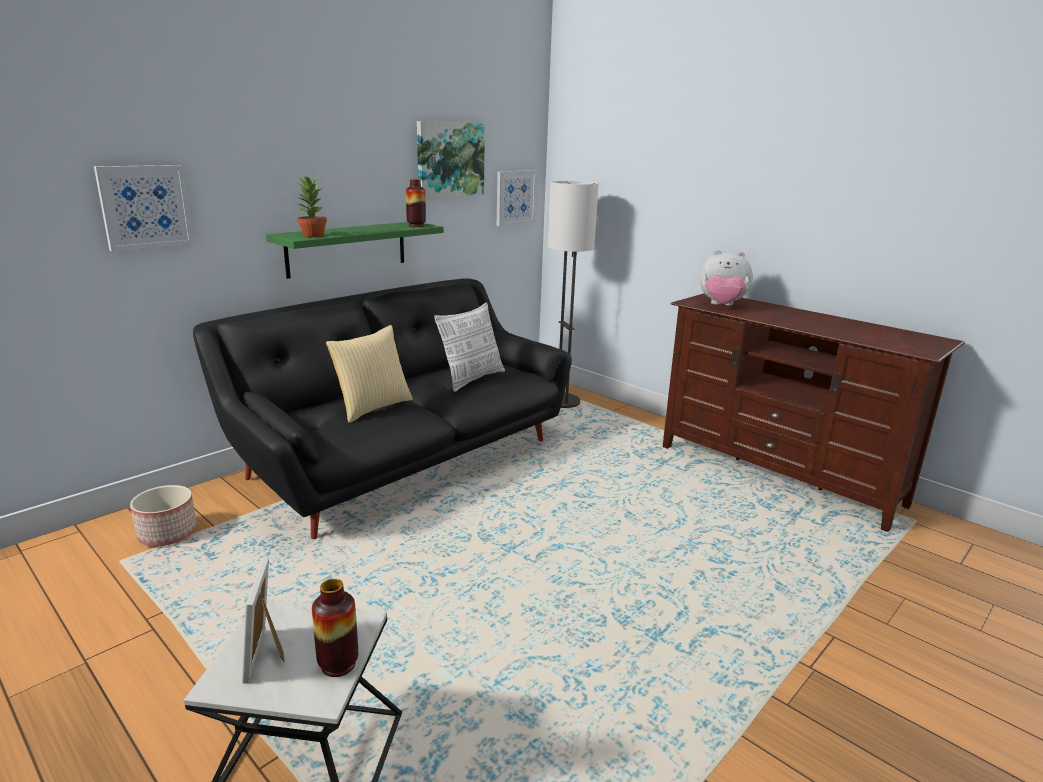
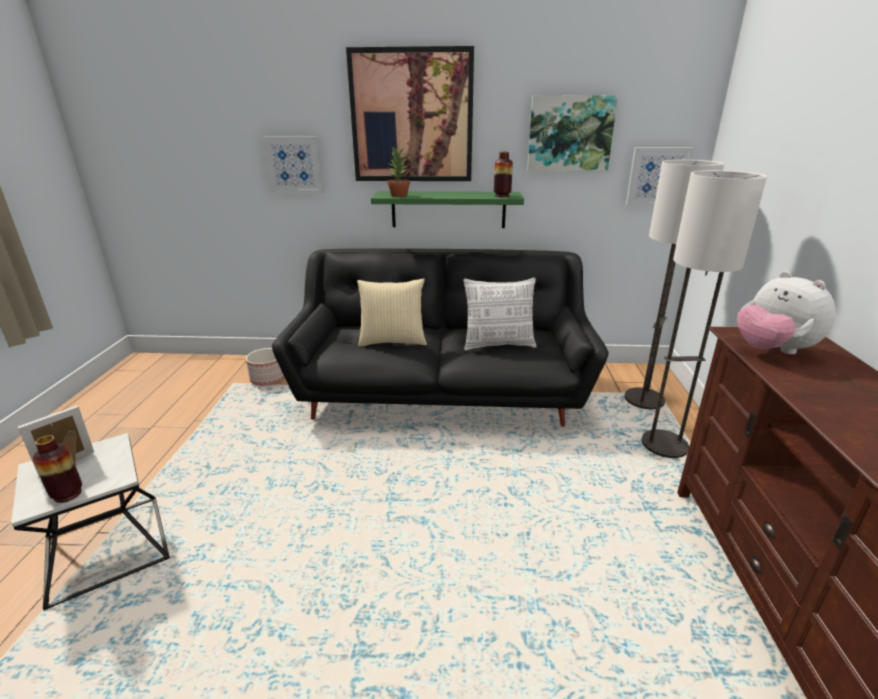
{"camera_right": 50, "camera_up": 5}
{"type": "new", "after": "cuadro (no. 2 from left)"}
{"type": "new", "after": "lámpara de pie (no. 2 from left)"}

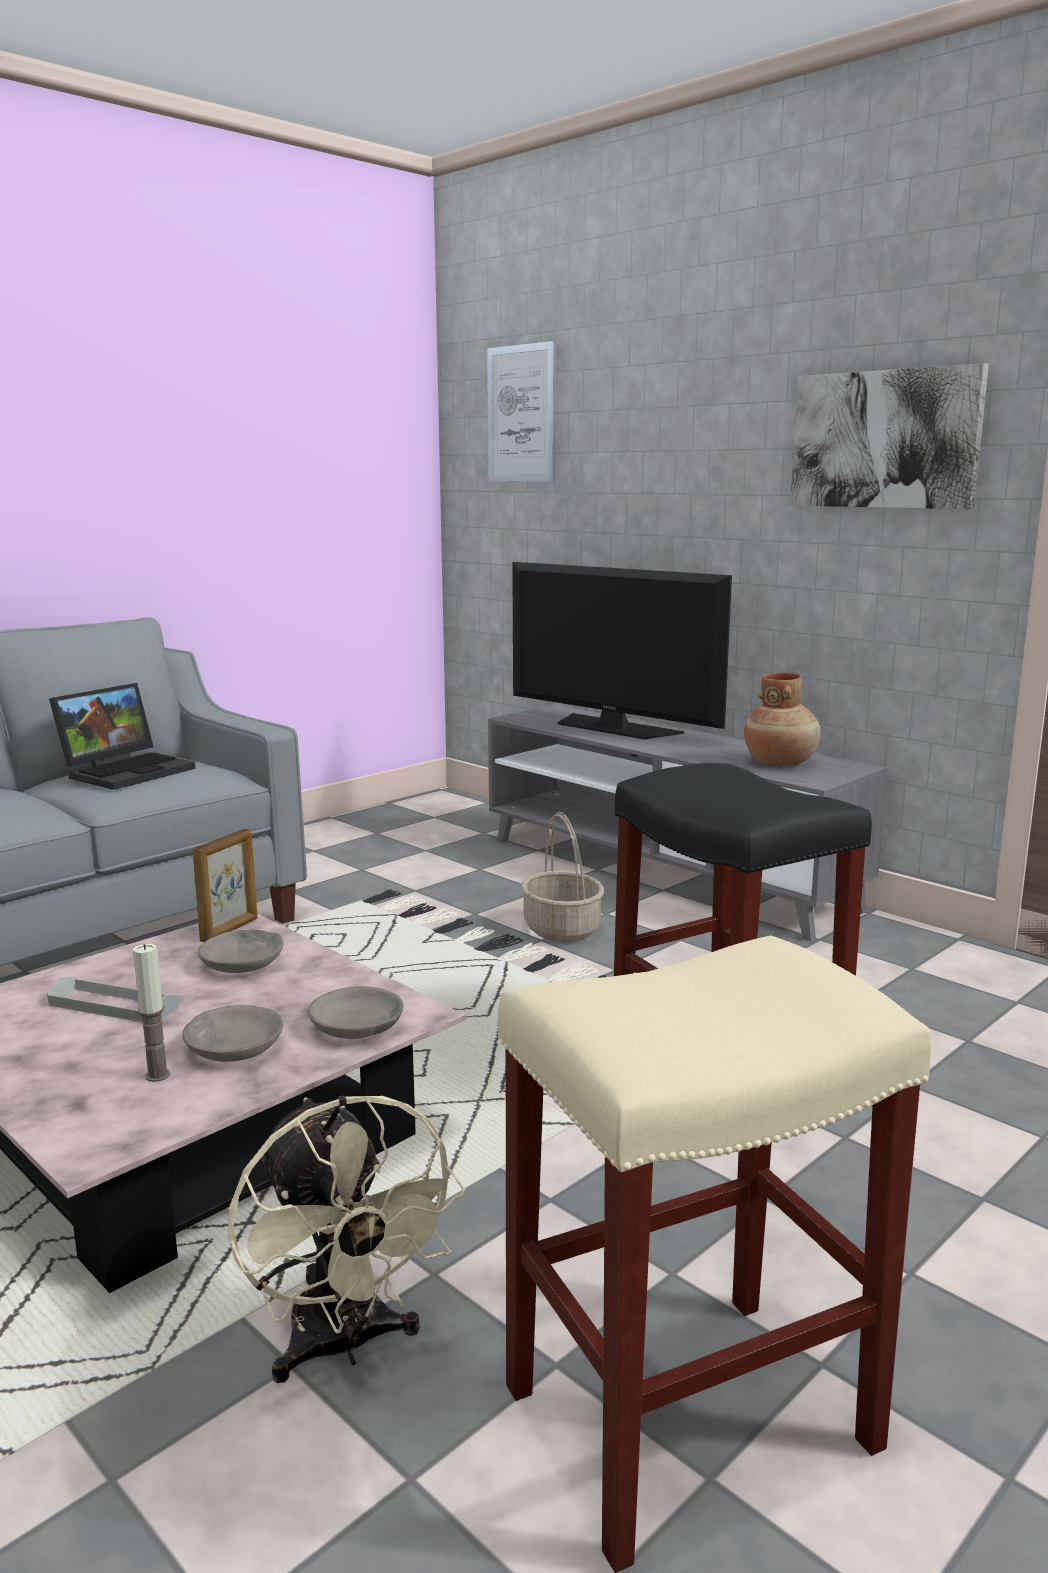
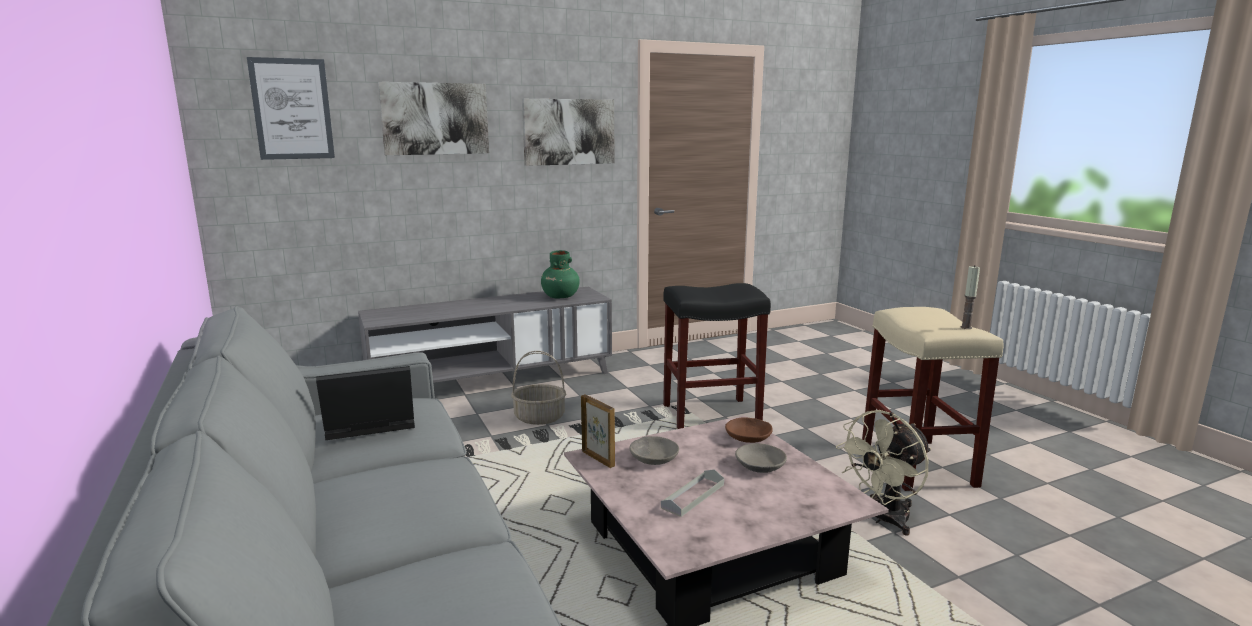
{"camera_right": -70, "camera_up": 0}
{"type": "rotated", "before": "portátil", "turn": -75}
{"type": "shifted", "before": "vela"}
{"type": "rotated", "before": "ventilador (beis)", "turn": 150}
{"type": "repainted", "before": "cuenco (gris) (no. 3 from left)", "after": "cuenco (marrón)"}
{"type": "gone", "before": "televisor"}
{"type": "repainted", "before": "florero (marrón)", "after": "florero (verde)"}
{"type": "new", "after": "cuadro (no. 2 from left)"}

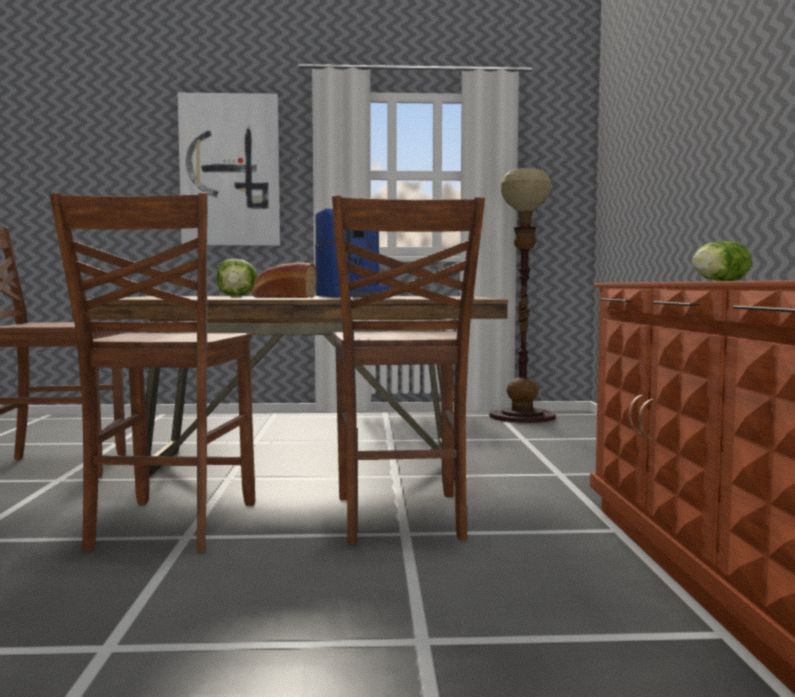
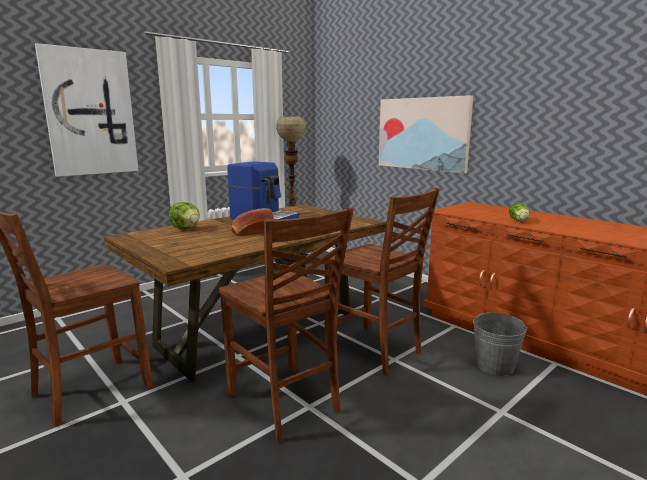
{"camera_right": -40, "camera_up": 10}
{"type": "new", "after": "cuadro (no. 2 from left)"}
{"type": "new", "after": "cubo (gris)"}

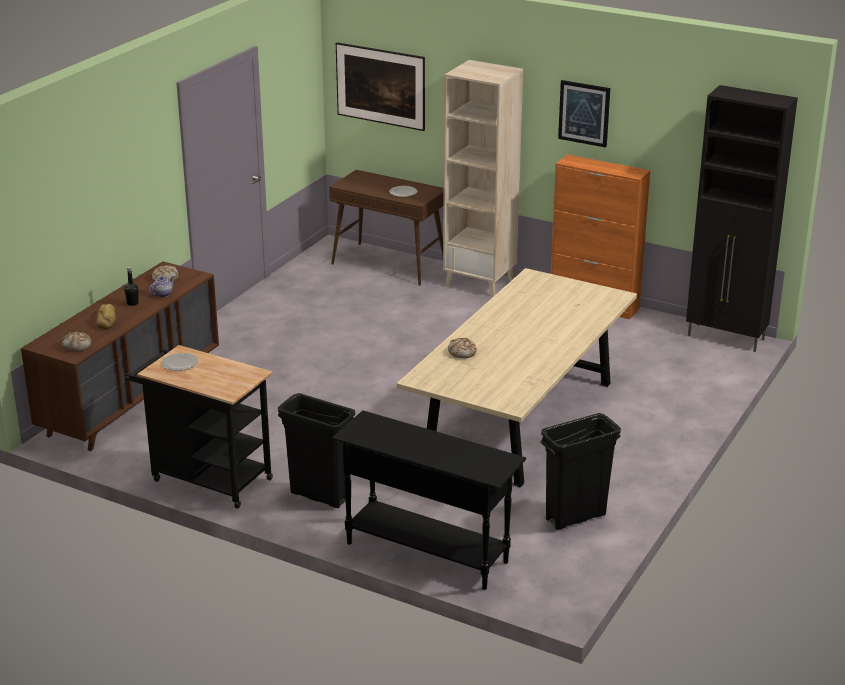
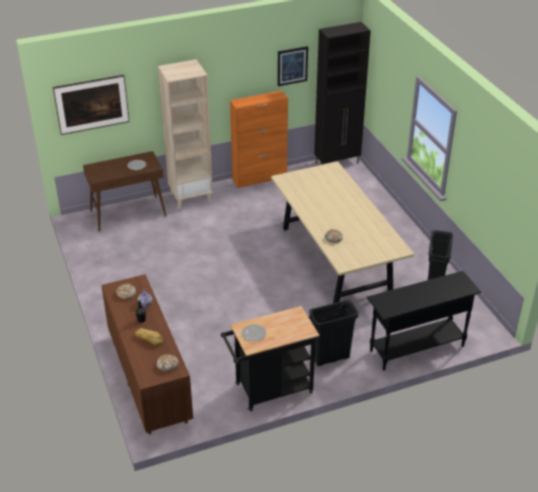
{"camera_right": -50, "camera_up": 10}
{"type": "shifted", "before": "cuadro (no. 2 from left)"}

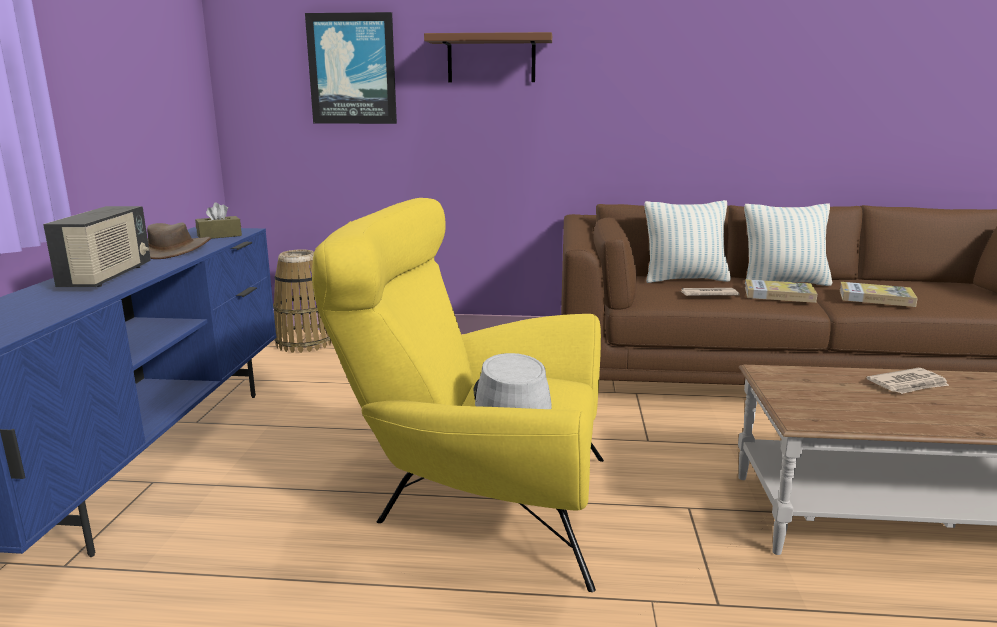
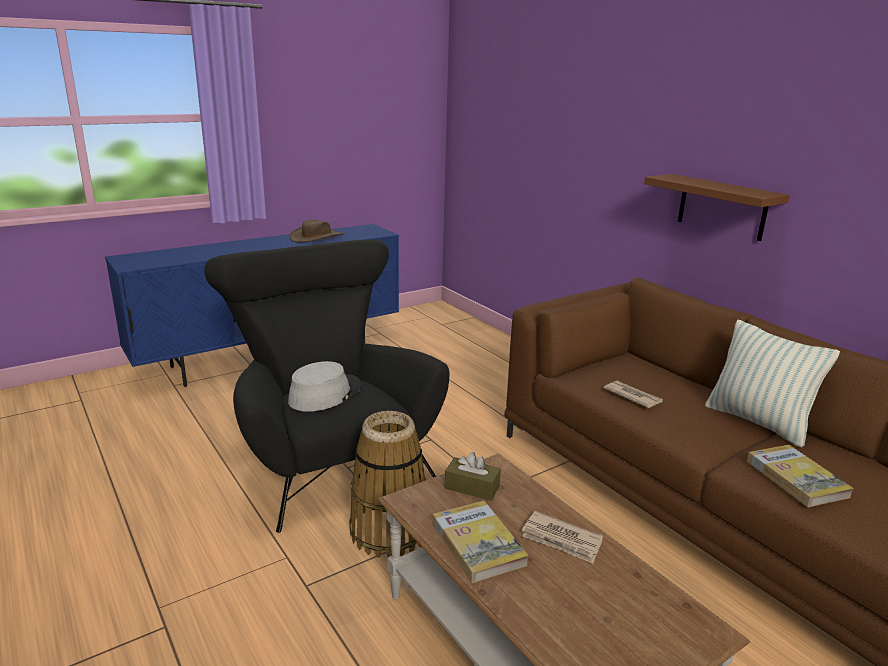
{"camera_right": 50, "camera_up": 5}
{"type": "gone", "before": "radio"}
{"type": "shifted", "before": "caja de pañuelos (marrón)"}
{"type": "shifted", "before": "cesta"}
{"type": "gone", "before": "cuadro"}
{"type": "repainted", "before": "sillón (amarillo)", "after": "sillón (negro)"}
{"type": "shifted", "before": "estante (marrón)"}
{"type": "gone", "before": "cojín (no. 1 from left)"}
{"type": "shifted", "before": "libro (no. 1 from left)"}

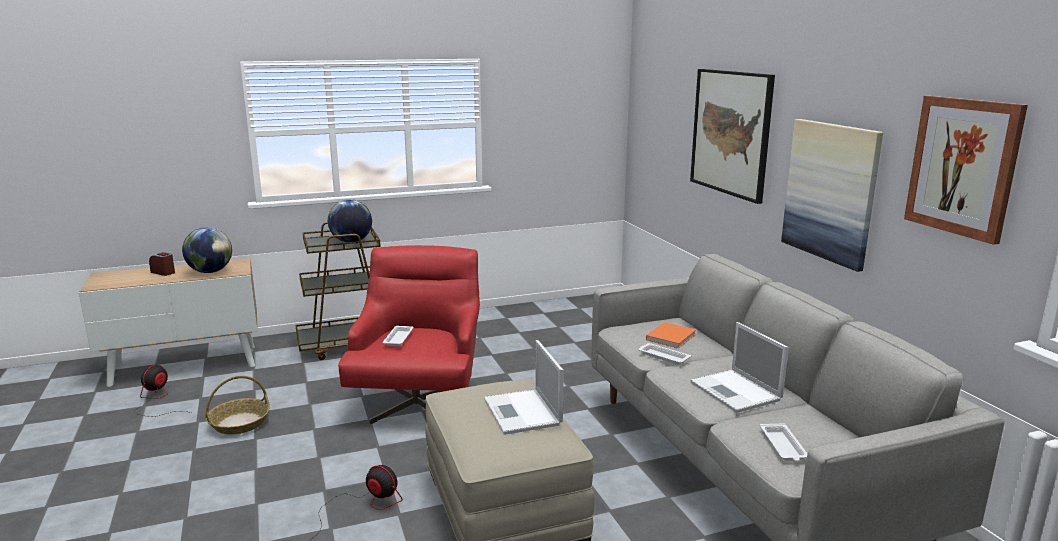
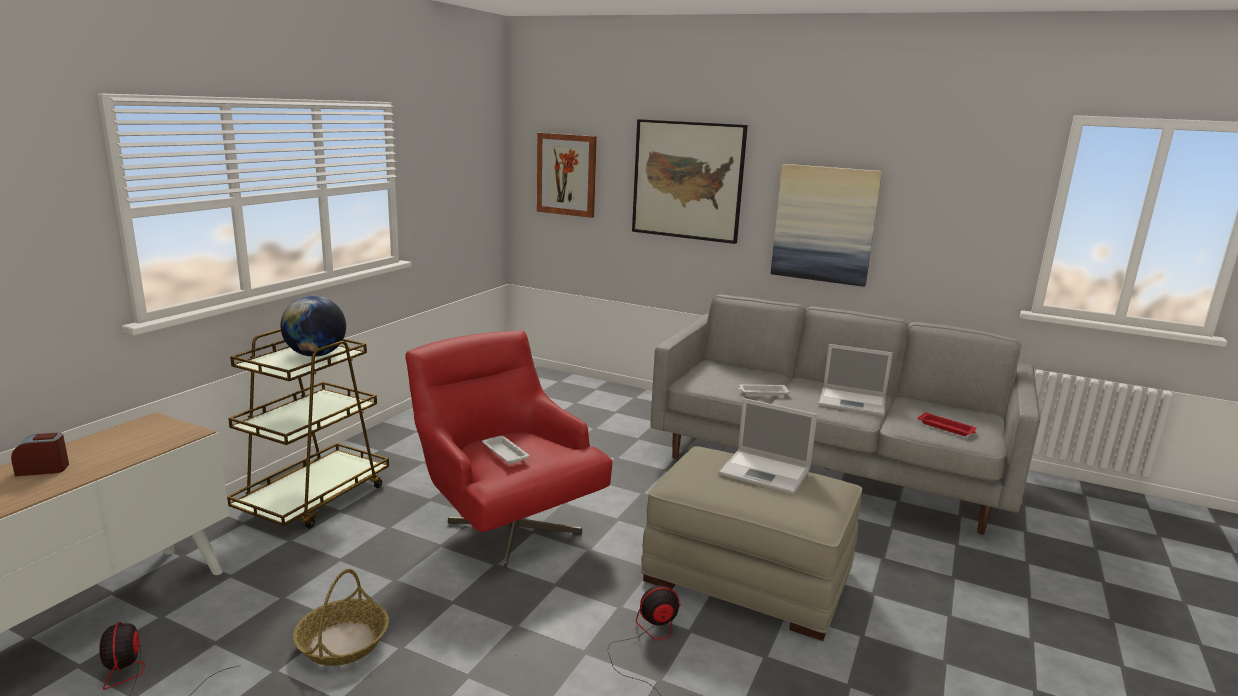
{"camera_right": -45, "camera_up": 0}
{"type": "gone", "before": "globo terráqueo (no. 1 from left)"}
{"type": "gone", "before": "libro (naranja)"}
{"type": "repainted", "before": "bandeja (blanco) (no. 3 from left)", "after": "bandeja (rojo)"}
{"type": "shifted", "before": "cuadro (no. 3 from left in the first image)", "after": "cuadro (no. 1 from left)"}

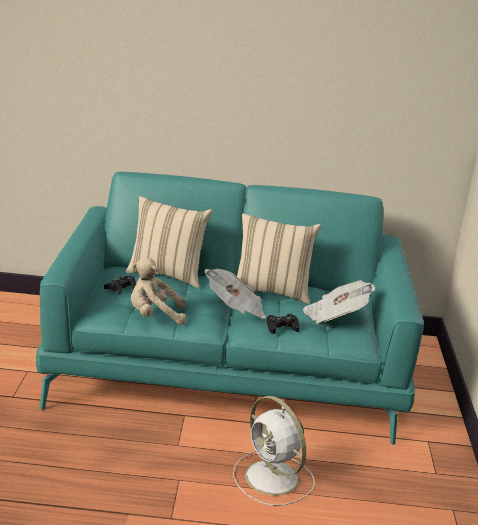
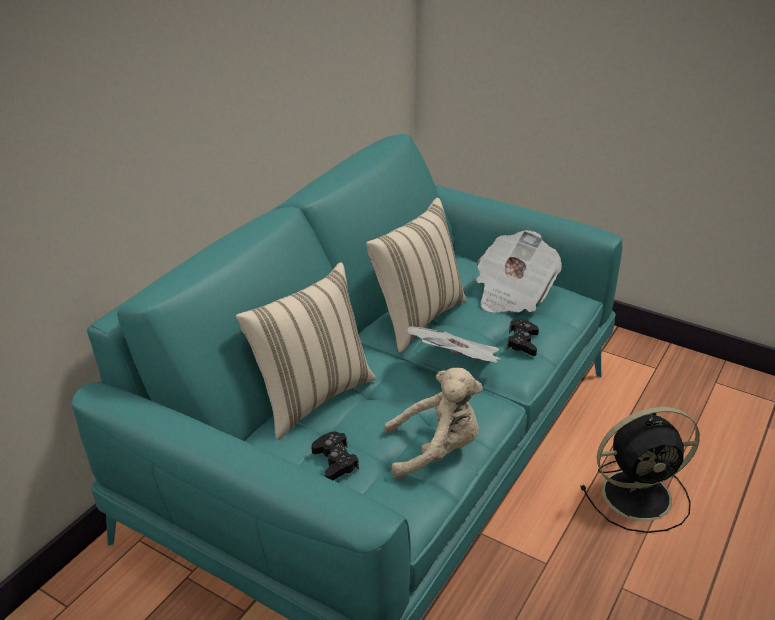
{"camera_right": -60, "camera_up": 10}
{"type": "rotated", "before": "peluche (beis)", "turn": -120}
{"type": "repainted", "before": "ventilador (blanco)", "after": "ventilador (negro)"}

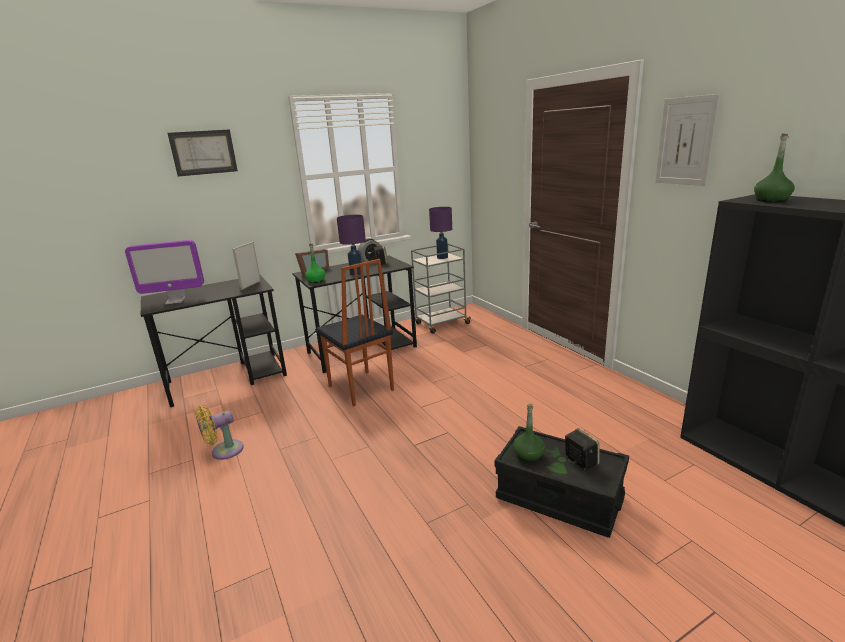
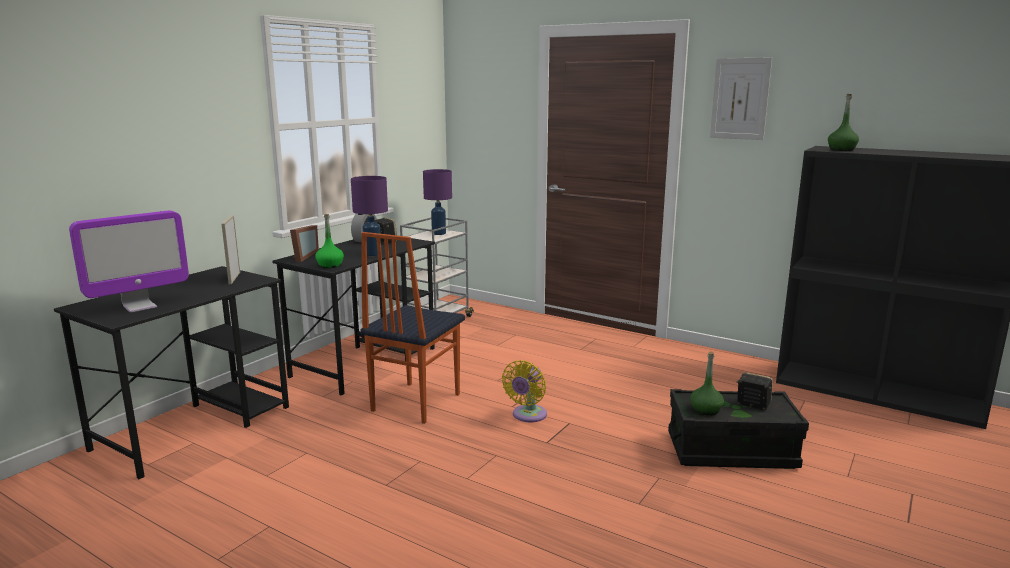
{"camera_right": -30, "camera_up": -5}
{"type": "gone", "before": "cuadro (no. 1 from left)"}
{"type": "shifted", "before": "ventilador (amarillo)"}
{"type": "rotated", "before": "silla", "turn": 90}

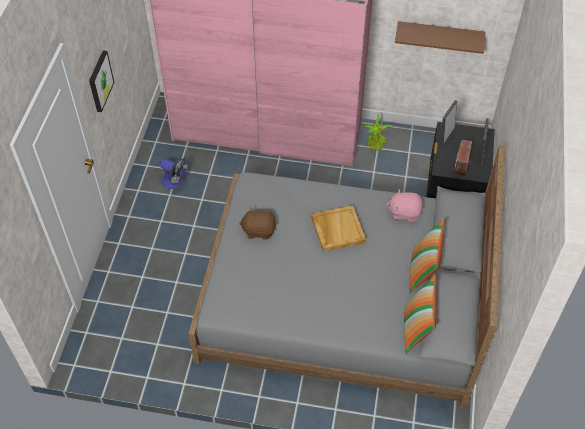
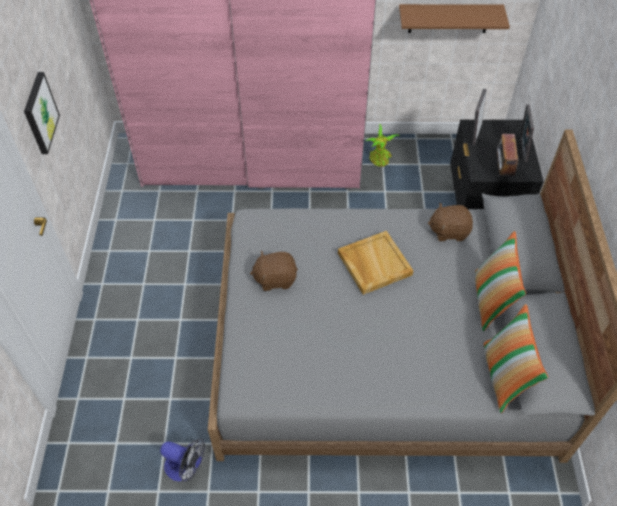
{"camera_right": -10, "camera_up": 0}
{"type": "shifted", "before": "ventilador"}
{"type": "repainted", "before": "peluche (rosa)", "after": "peluche (marrón) (no. 2 from left)"}

